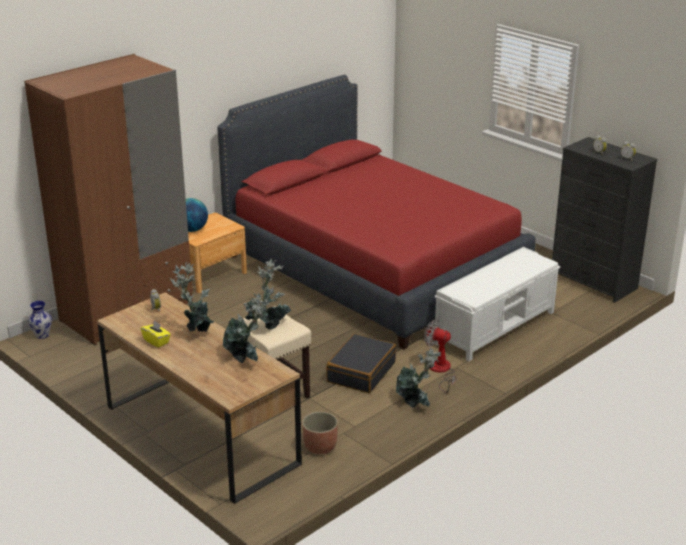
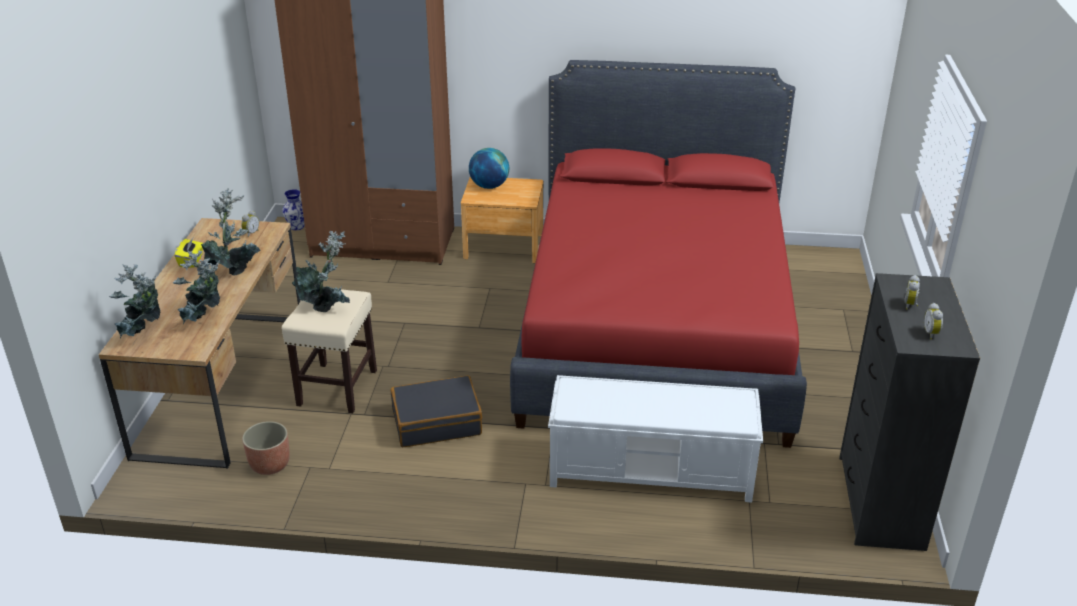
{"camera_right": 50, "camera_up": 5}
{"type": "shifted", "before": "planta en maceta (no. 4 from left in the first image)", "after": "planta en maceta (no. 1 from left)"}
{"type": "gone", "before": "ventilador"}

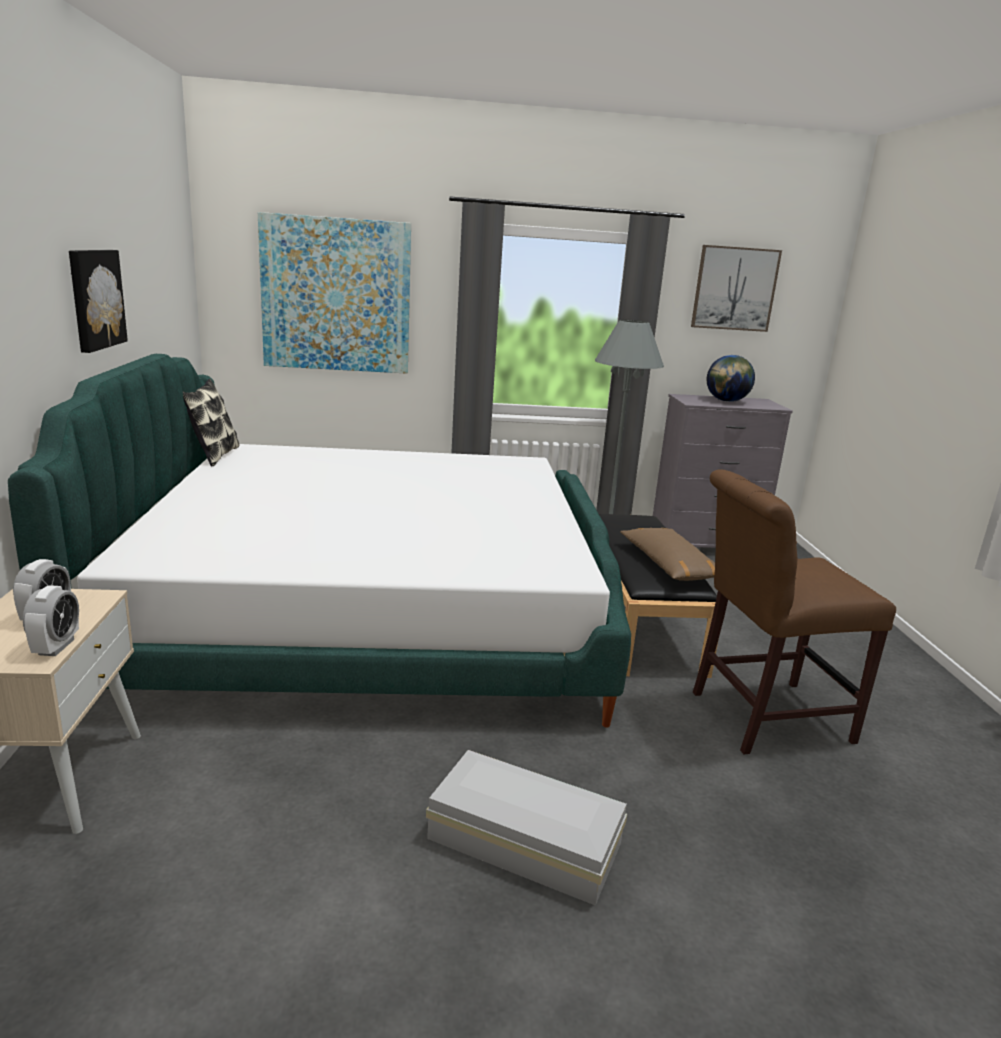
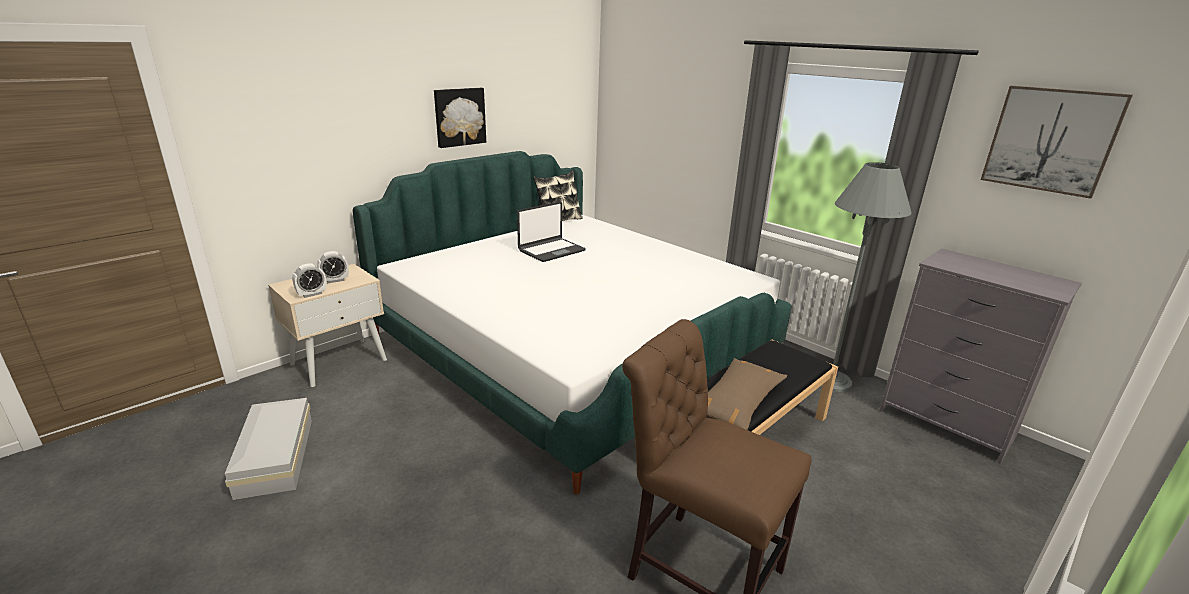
{"camera_right": 50, "camera_up": 5}
{"type": "gone", "before": "cuadro (no. 2 from left)"}
{"type": "shifted", "before": "caja de almacenaje (blanco)"}
{"type": "gone", "before": "globo terráqueo"}
{"type": "new", "after": "portátil"}

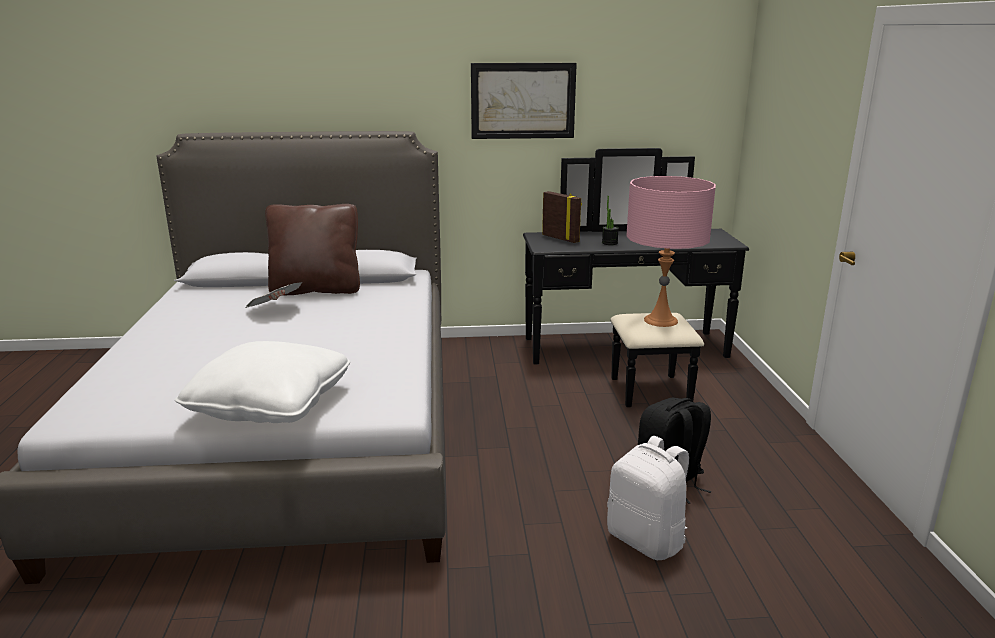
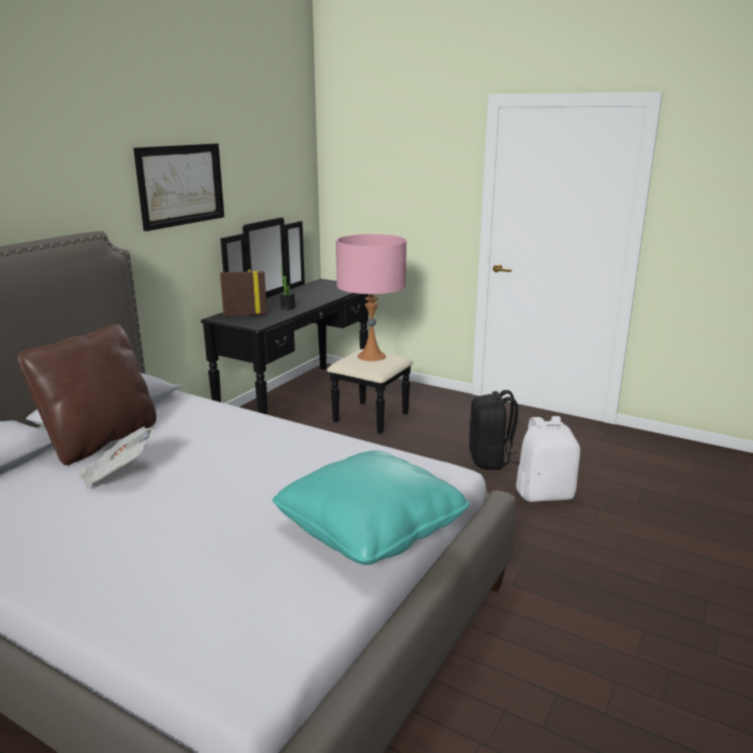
{"camera_right": -55, "camera_up": 0}
{"type": "repainted", "before": "cojín (blanco)", "after": "cojín (turquesa)"}

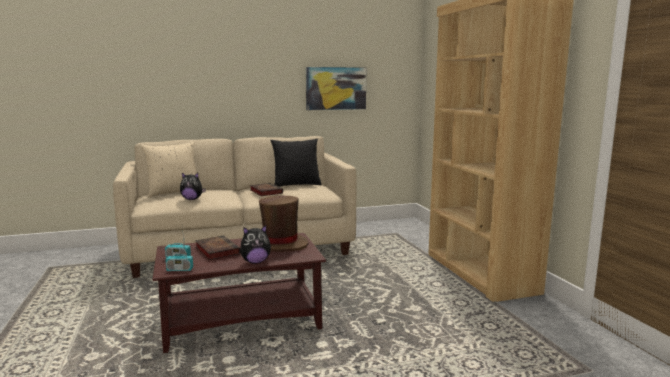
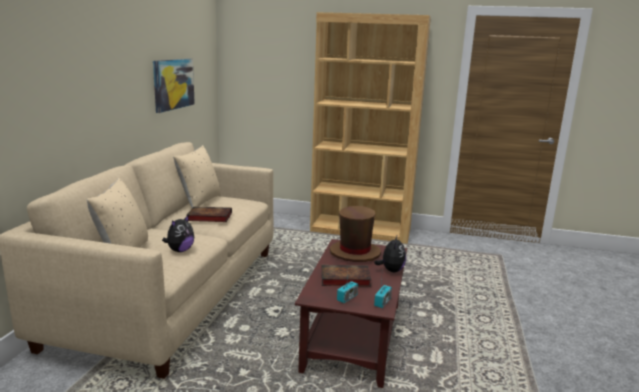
{"camera_right": -60, "camera_up": 5}
{"type": "repainted", "before": "cojín (negro)", "after": "cojín (beis) (no. 2 from left)"}

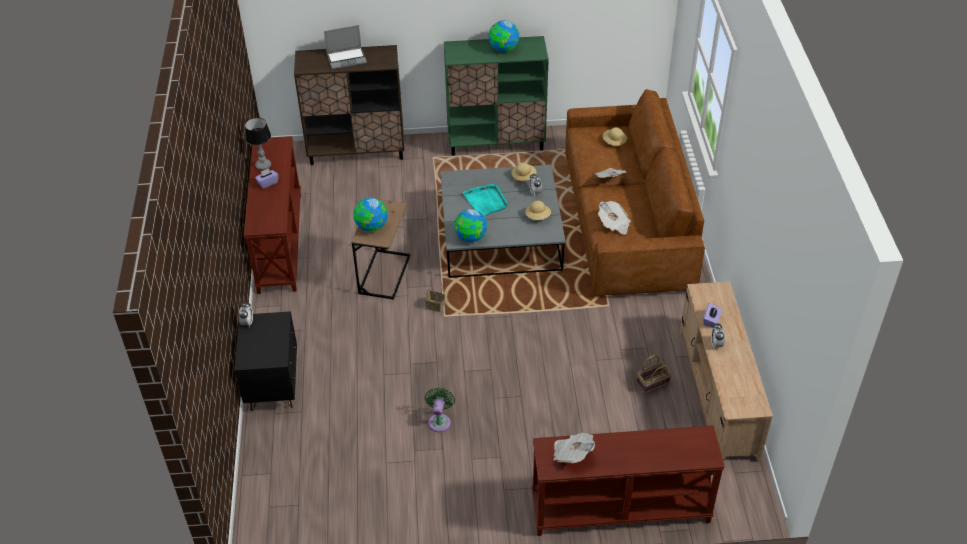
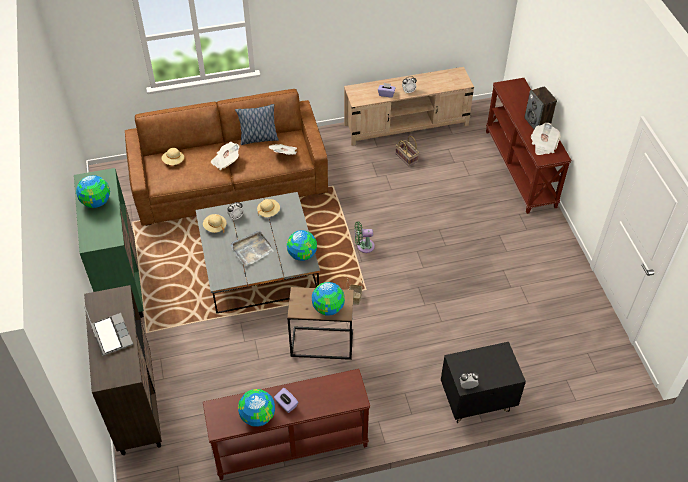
{"camera_right": -100, "camera_up": 5}
{"type": "swapped", "before": "lámpara de mesa", "after": "globo terráqueo (no. 2 from left)"}
{"type": "shifted", "before": "ventilador (verde)"}
{"type": "repainted", "before": "bandeja (turquesa)", "after": "bandeja (gris)"}
{"type": "new", "after": "cojín"}
{"type": "new", "after": "altavoz"}

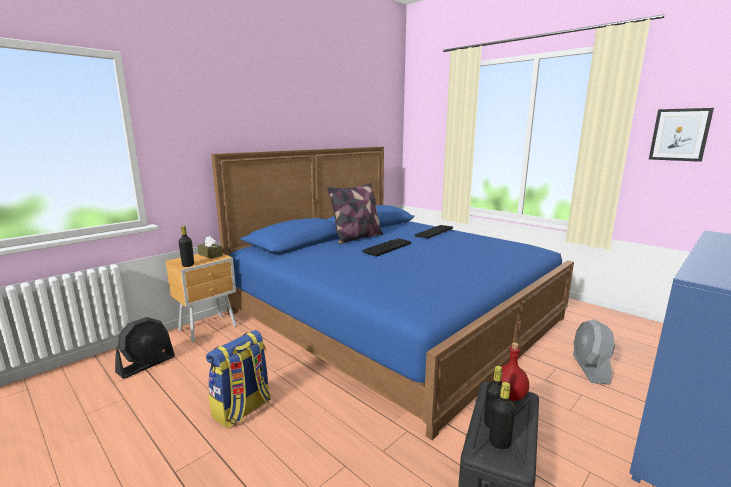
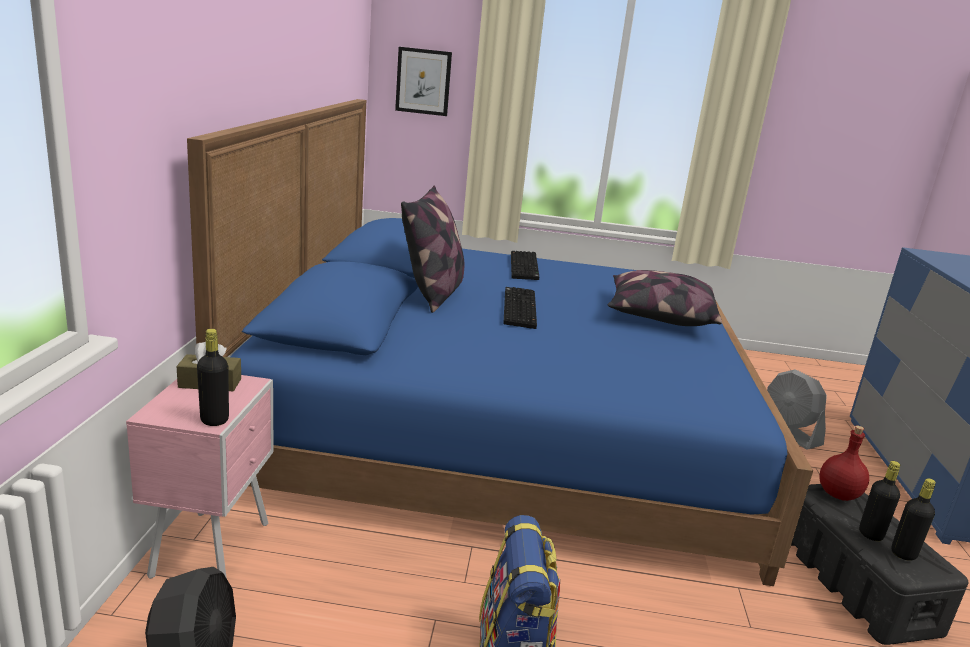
{"camera_right": -40, "camera_up": 5}
{"type": "repainted", "before": "mesita de noche (marrón)", "after": "mesita de noche (rosa)"}
{"type": "shifted", "before": "cuadro"}
{"type": "new", "after": "cojín (no. 2 from left)"}

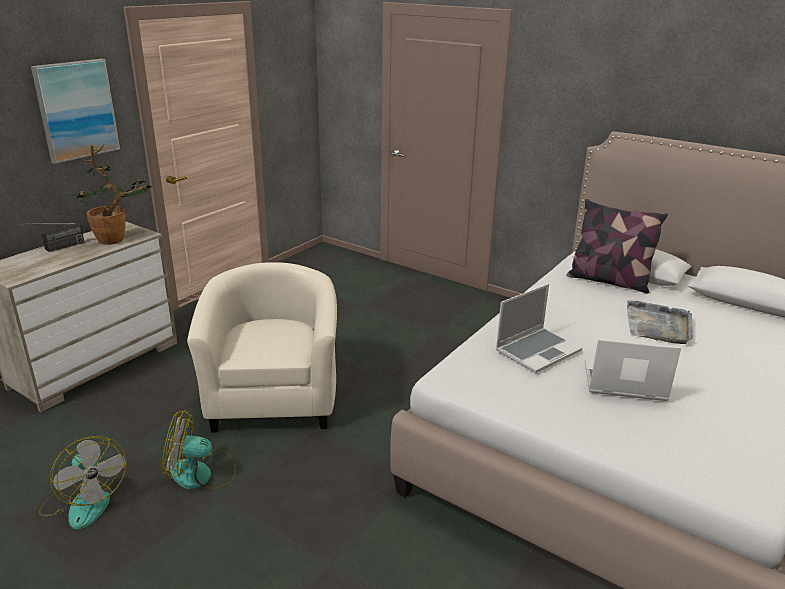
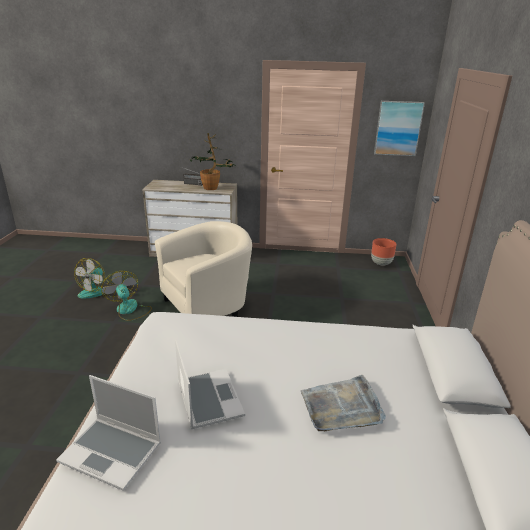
{"camera_right": 60, "camera_up": 0}
{"type": "shifted", "before": "cuadro"}
{"type": "shifted", "before": "portátil (no. 1 from left)"}
{"type": "gone", "before": "cojín"}
{"type": "new", "after": "maceta (marrón)"}

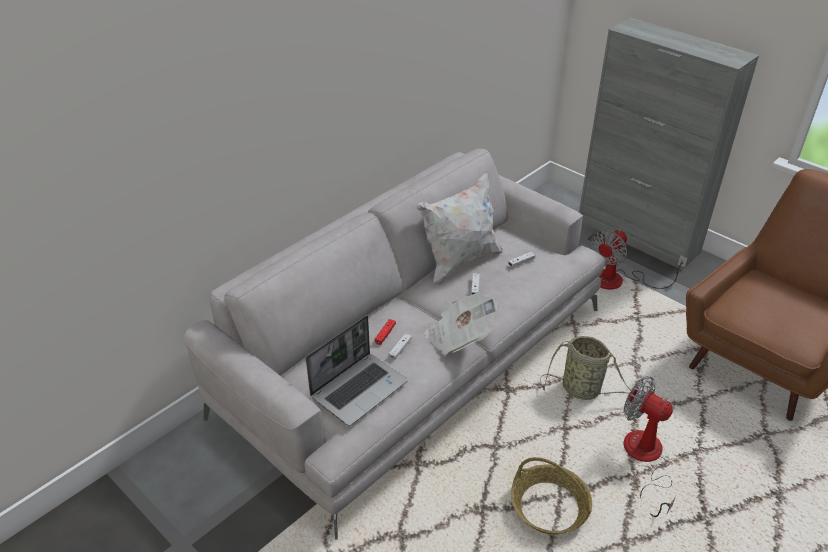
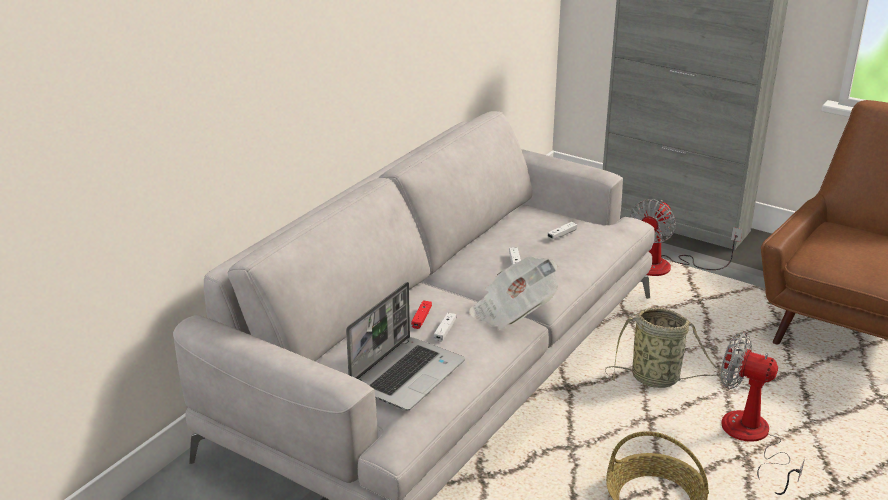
{"camera_right": -10, "camera_up": -10}
{"type": "gone", "before": "cojín (blanco)"}

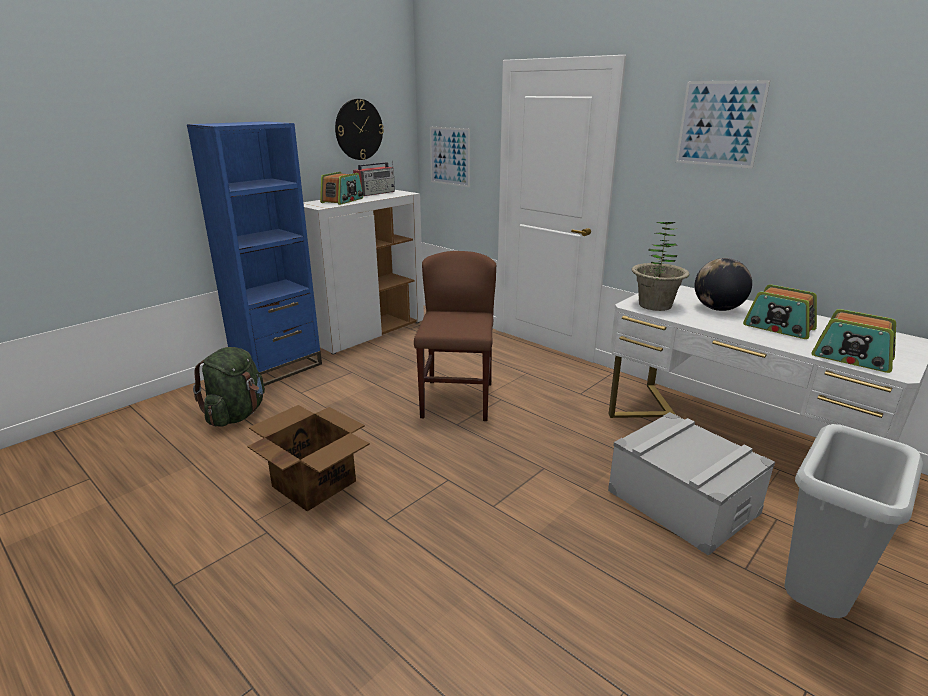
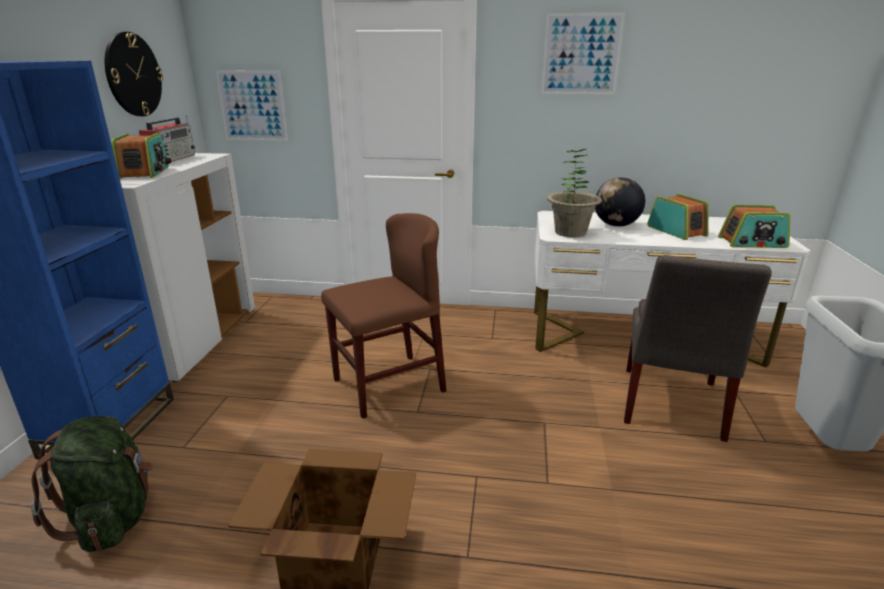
{"camera_right": -35, "camera_up": 0}
{"type": "rotated", "before": "silla (marrón)", "turn": 90}
{"type": "swapped", "before": "caja de almacenaje (gris)", "after": "silla (gris)"}
{"type": "rotated", "before": "radio (no. 3 from left)", "turn": -120}

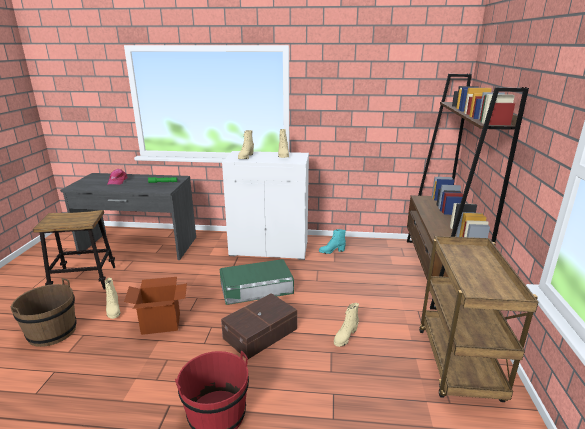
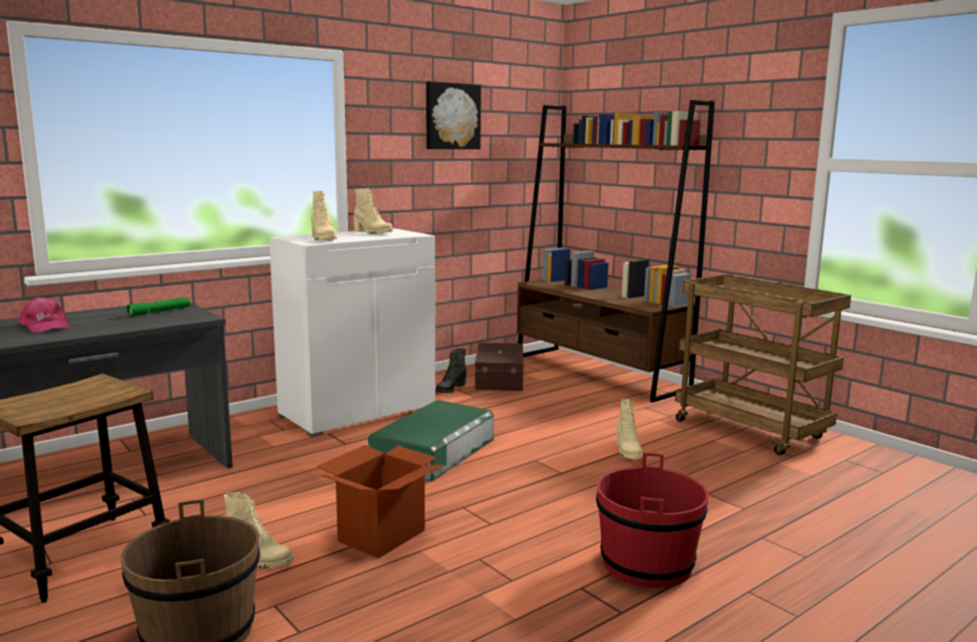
{"camera_right": -45, "camera_up": -10}
{"type": "shifted", "before": "caja de almacenaje (marrón)"}
{"type": "repainted", "before": "bota (turquesa)", "after": "bota (negro)"}
{"type": "new", "after": "cuadro"}

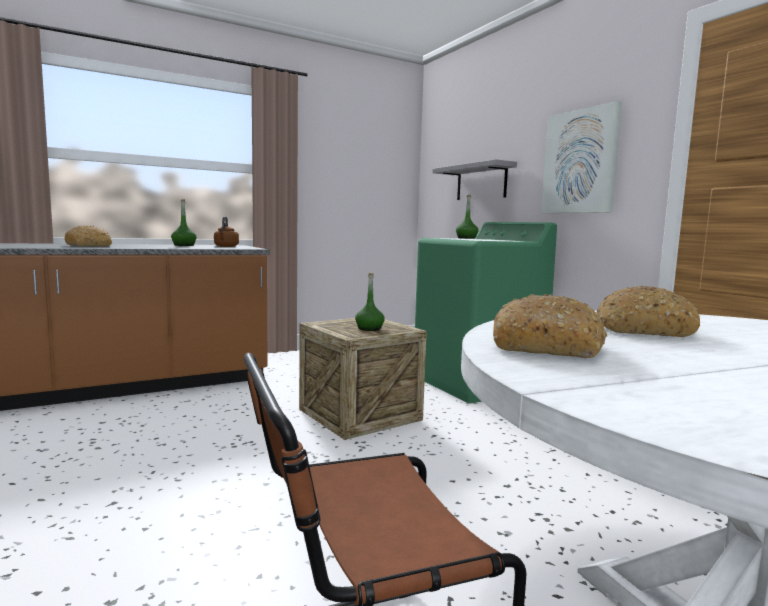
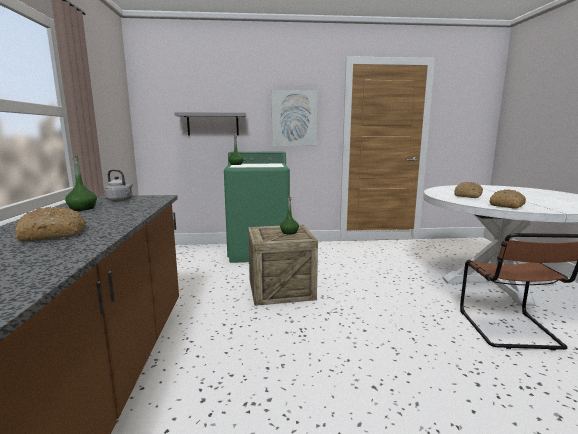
{"camera_right": -65, "camera_up": 5}
{"type": "repainted", "before": "hervidor (marrón)", "after": "hervidor (gris)"}

